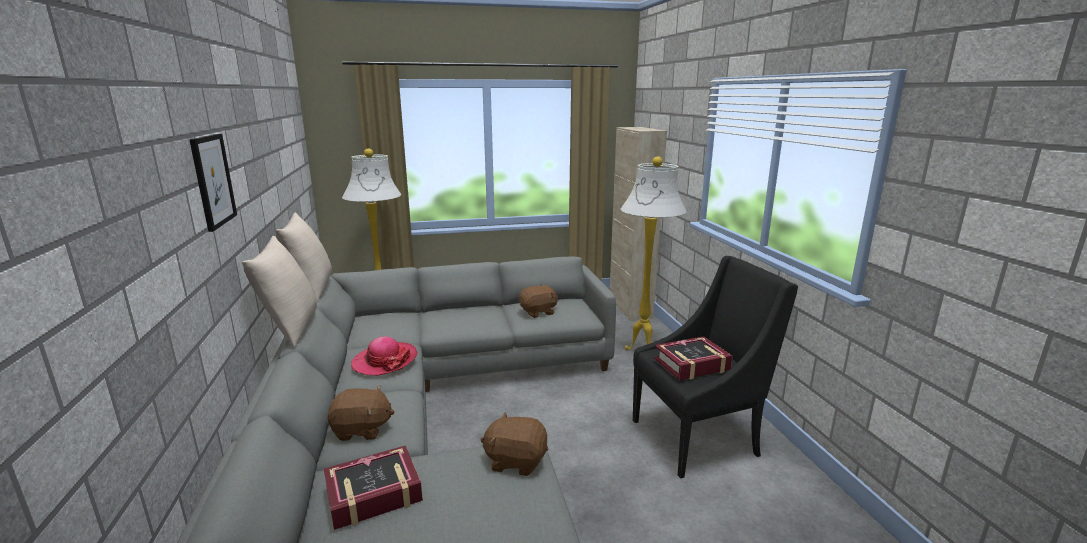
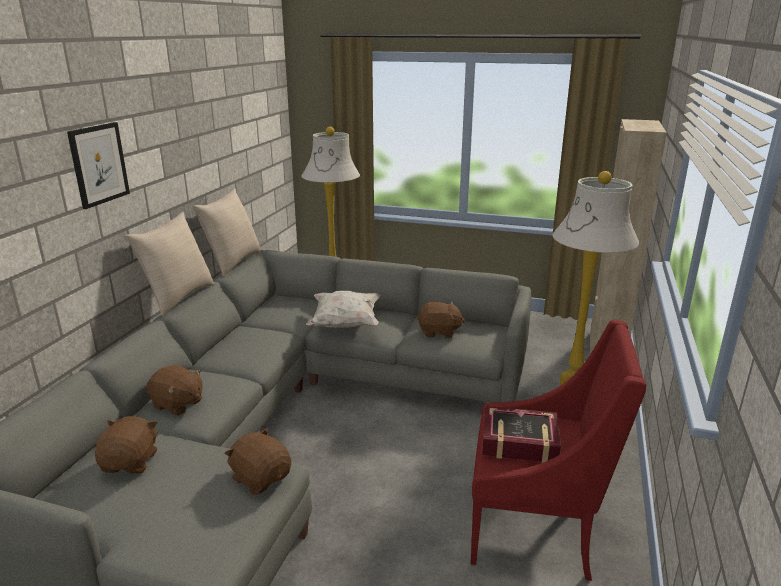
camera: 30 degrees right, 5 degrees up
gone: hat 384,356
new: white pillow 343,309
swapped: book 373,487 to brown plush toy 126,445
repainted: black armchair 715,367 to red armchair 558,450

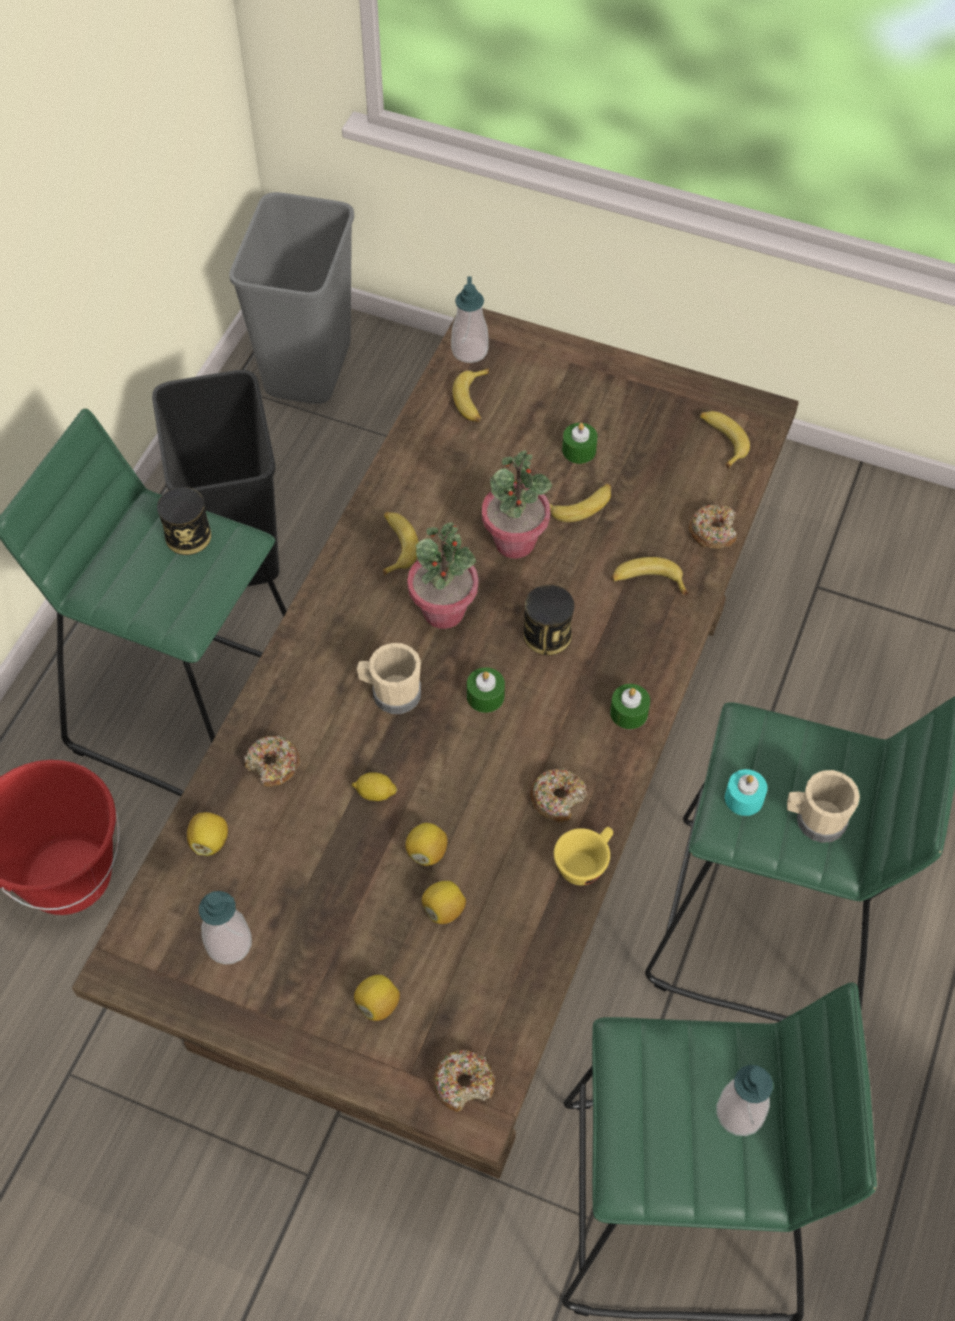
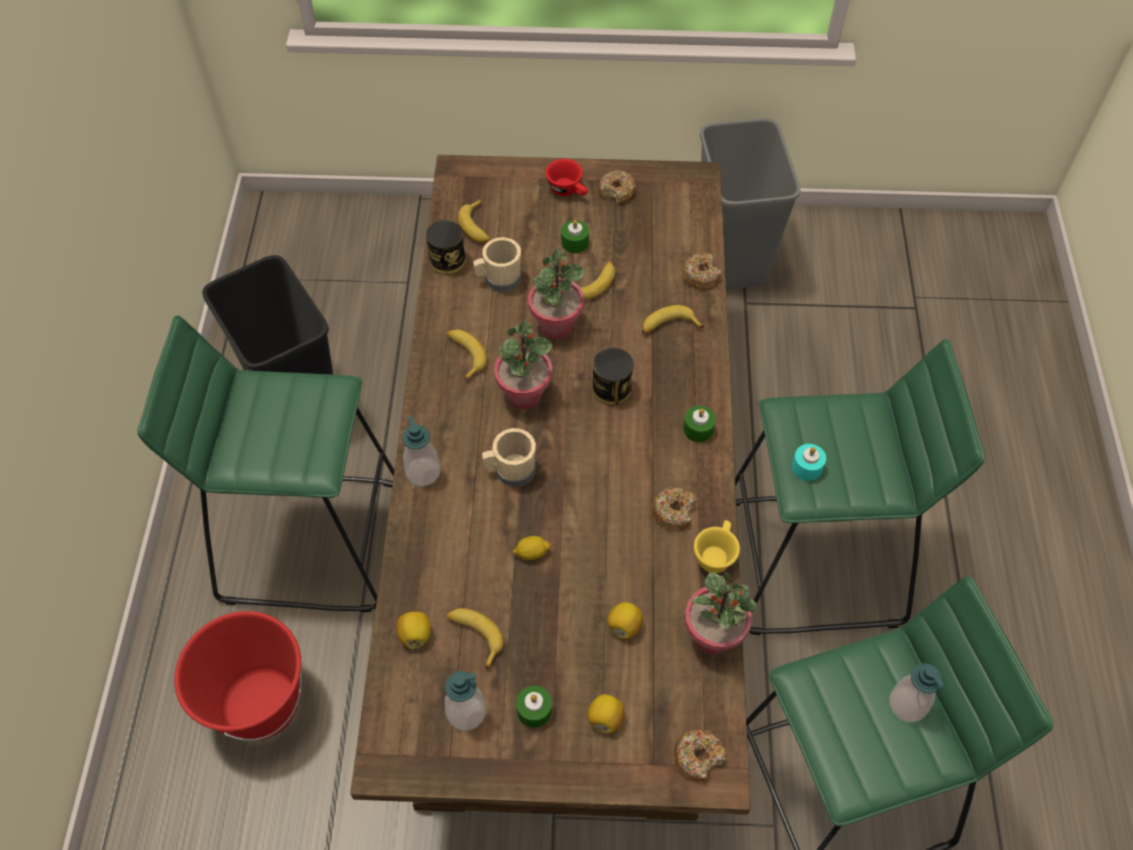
camera: 20 degrees left, 0 degrees up
gone: lemon 426,844
new: red cup 567,177; potted plant 720,613
shifted: can 184,521 to 446,247; grey trash can 291,298 to 750,204; donut 272,761 to 617,187; soap dispenser 470,319 to 421,451; green candle 486,690 to 534,707; banana 725,440 to 475,639; beige mug 823,806 to 497,264

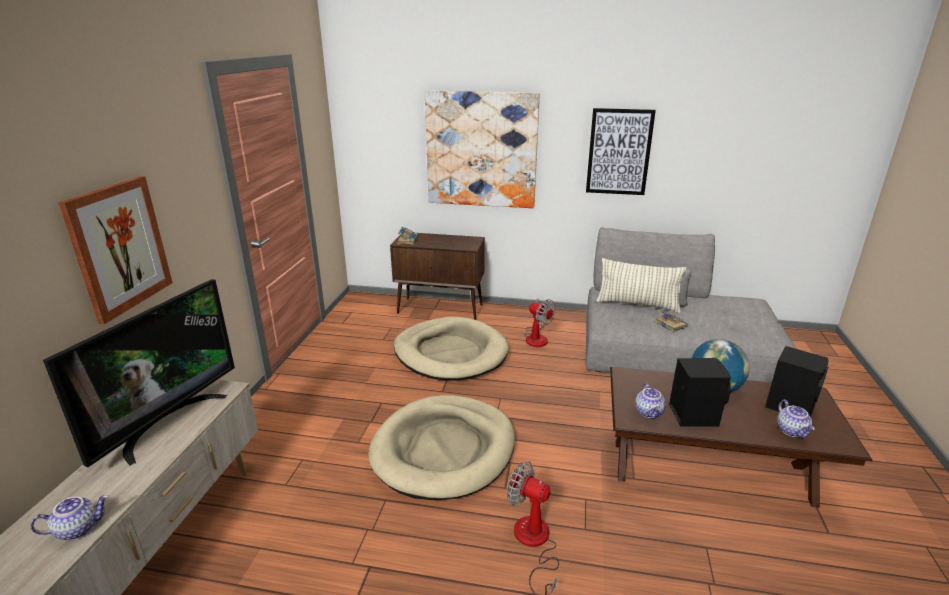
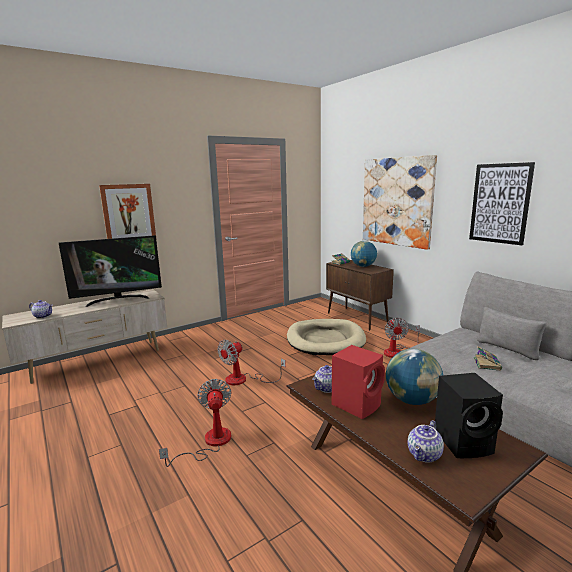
camera: 45 degrees right, 10 degrees down
gone: pillow 641,285
new: globe 364,254
swapped: beige dog bed 441,447 to fan 251,362
repainted: black speaker 700,392 to red speaker 358,382

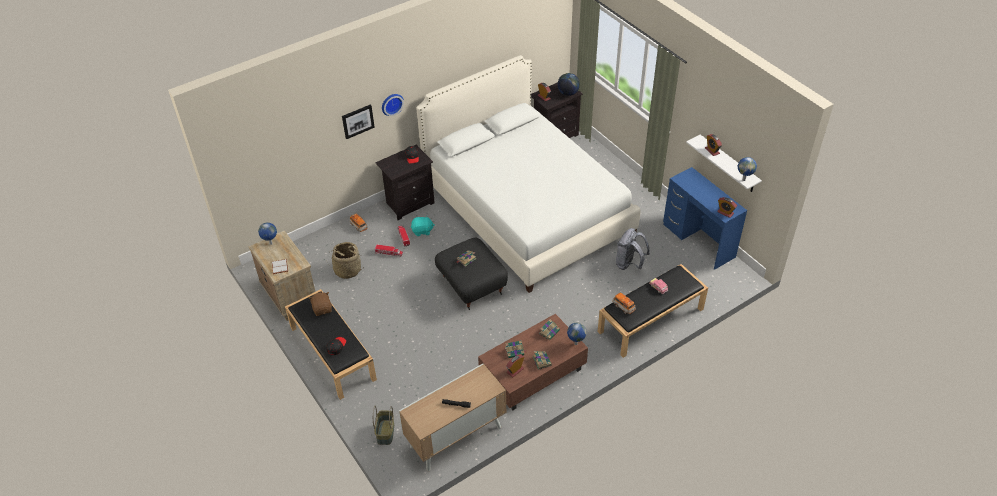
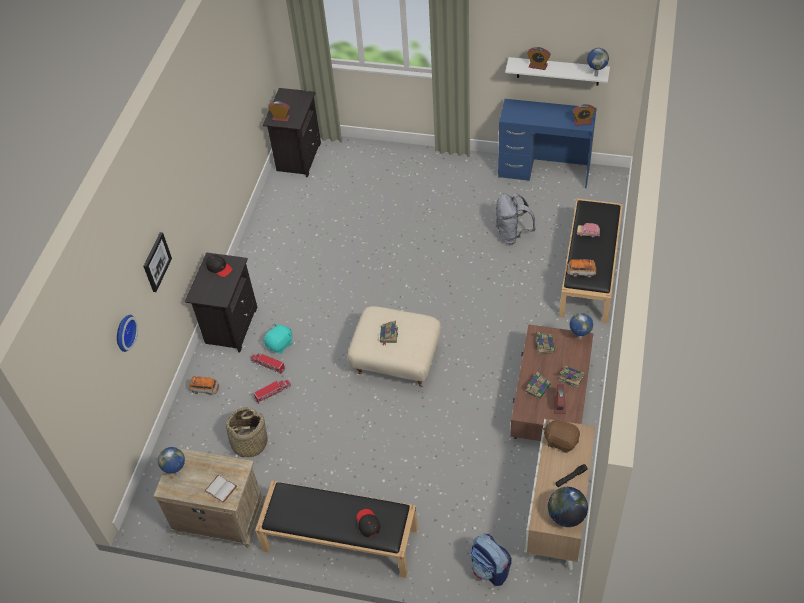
camera: 40 degrees left, 5 degrees up
gone: white bed 528,174
shifted: brown plush toy 320,304 to 561,434; wall clock 393,105 to 127,333; globe 569,84 to 568,507
swapped: basket 383,425 to backpack 491,559
repainted: black ottoman 471,274 to beige ottoman 394,346

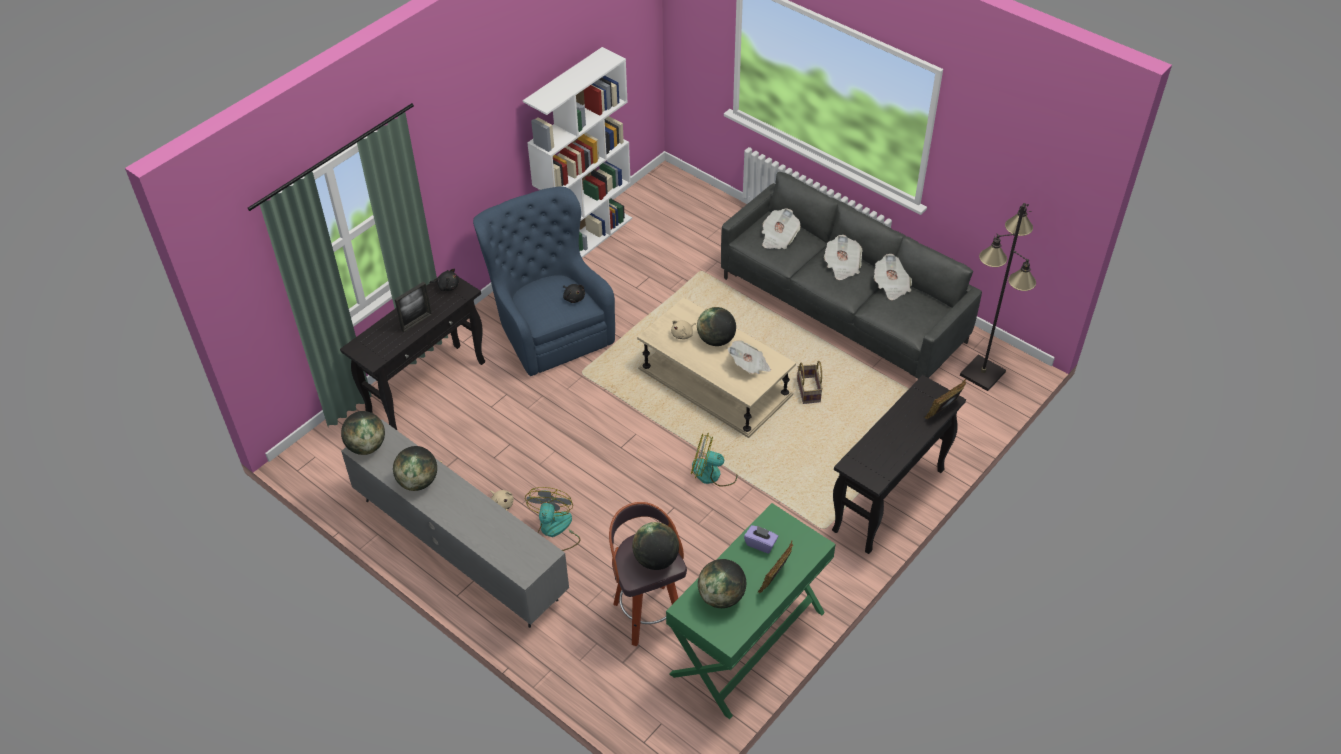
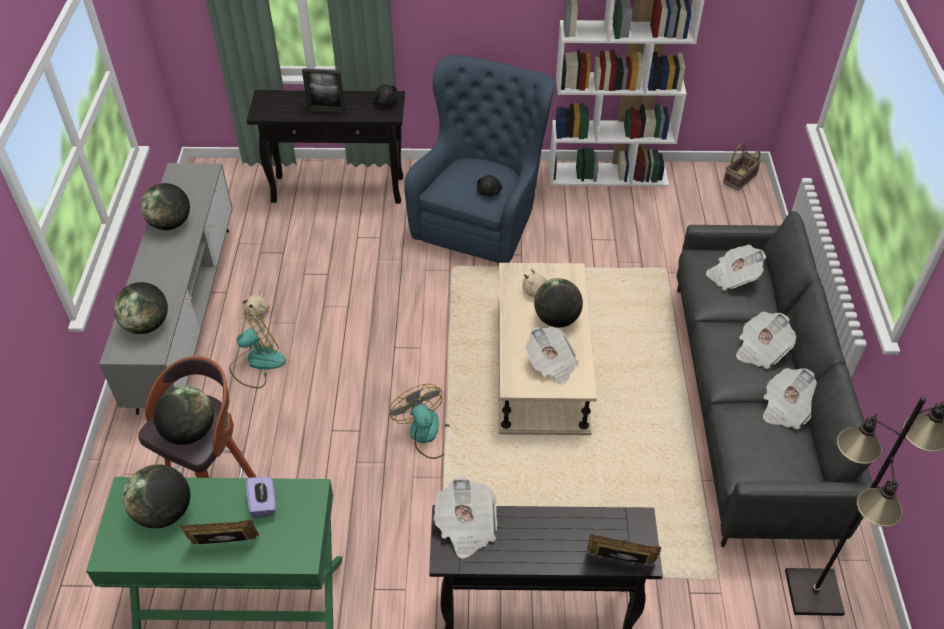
camera: 50 degrees right, 0 degrees up
new: newspaper 465,517
shifted: globe 363,433 to 141,308; basket 810,382 to 742,167

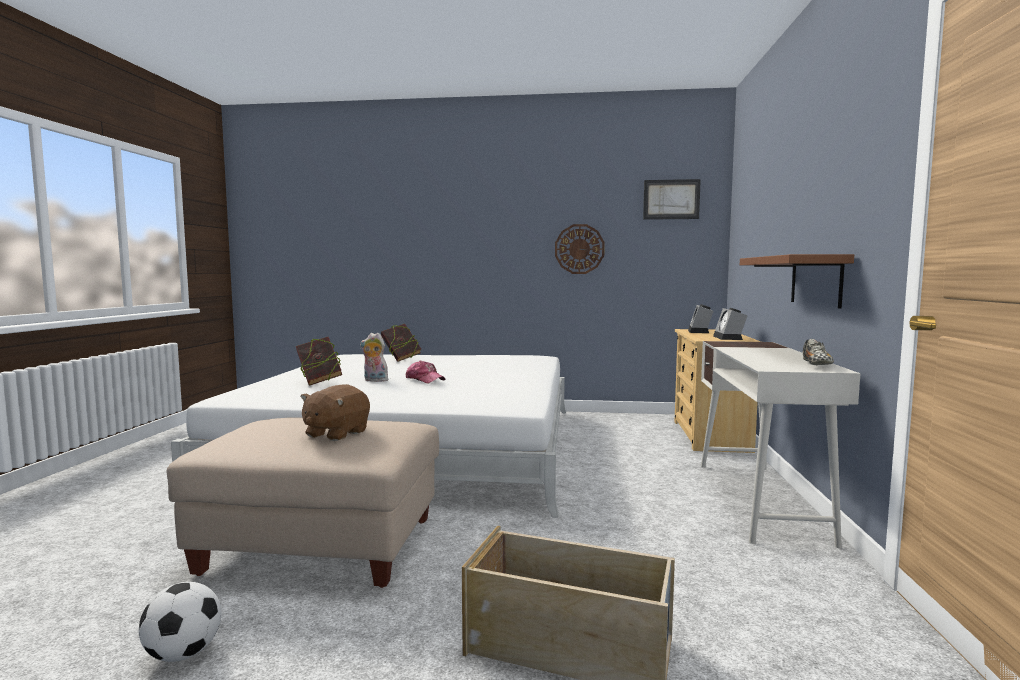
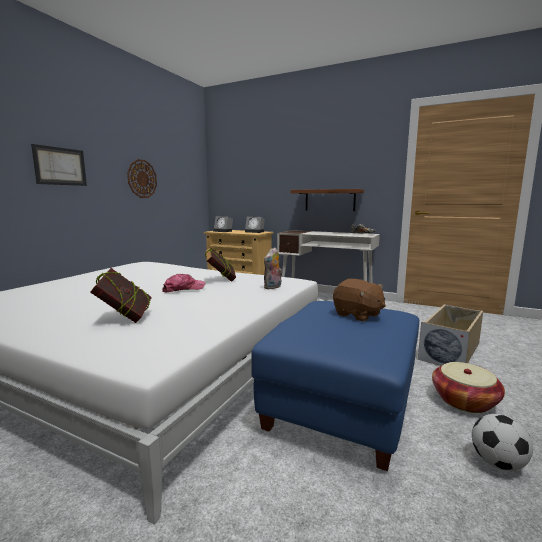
camera: 70 degrees left, 5 degrees up
new: basket 468,387
shifted: plush toy 374,357 to 273,268; book 401,343 to 220,264; picture 672,199 to 59,165
repainted: beige ottoman 302,502 to blue ottoman 335,386

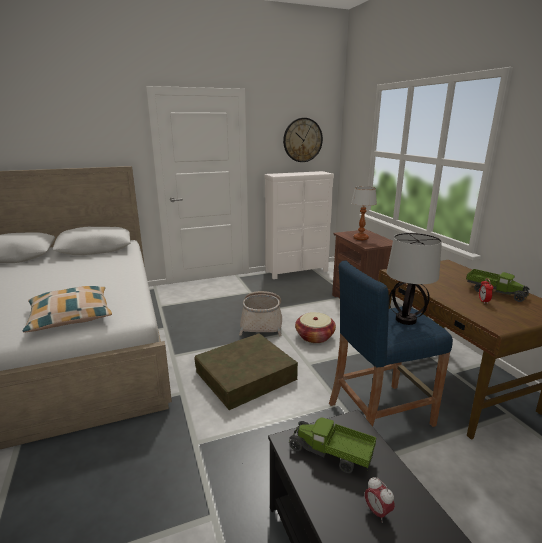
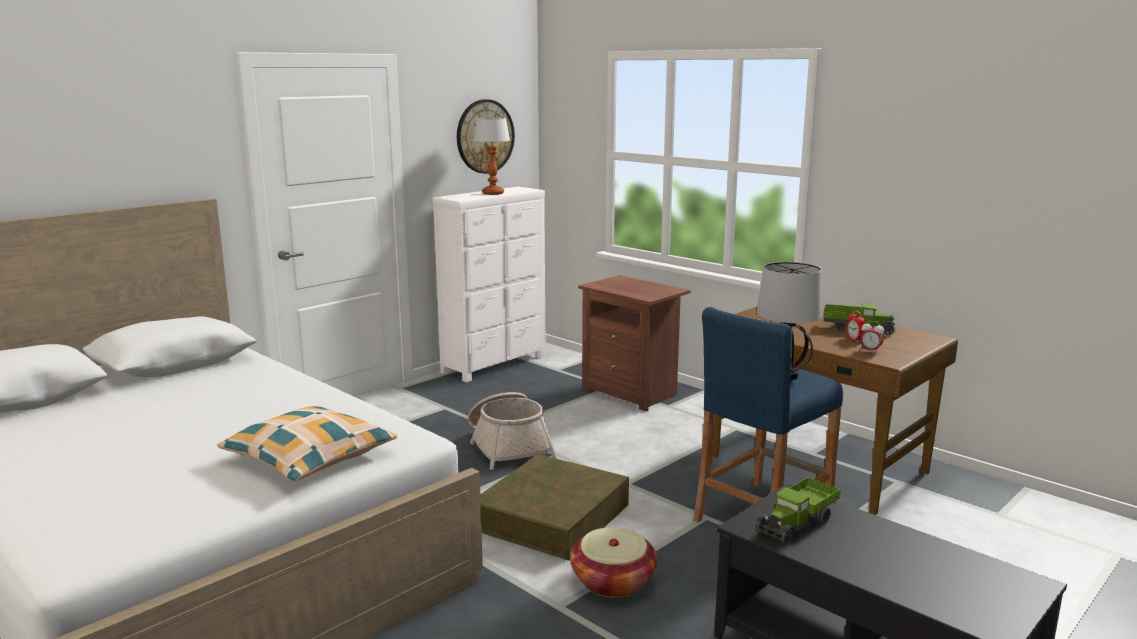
camera: 25 degrees left, 5 degrees down
shifted: basket 315,327 to 613,563; table lamp 364,213 to 492,156; alarm clock 380,500 to 872,337
rotated: toy truck 332,445 = 798,511 45 degrees counterclockwise

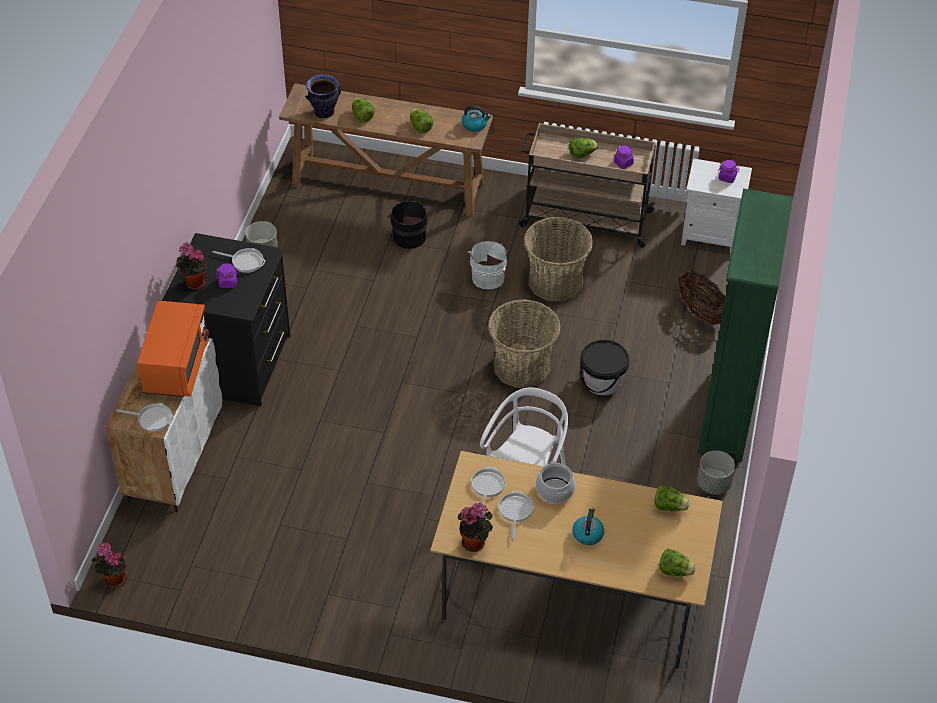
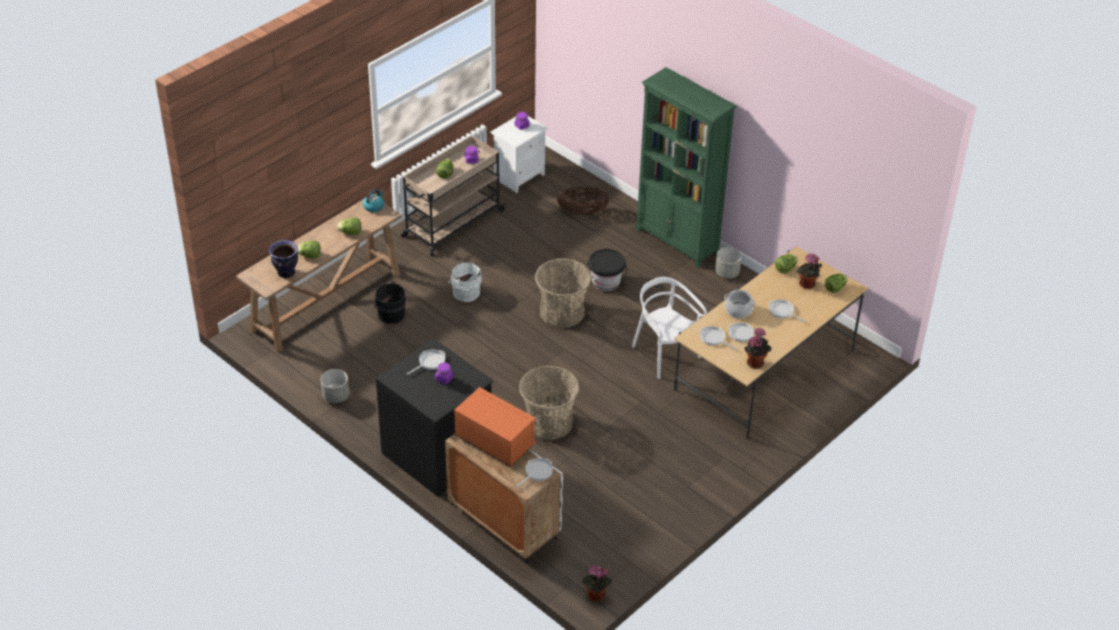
camera: 60 degrees left, 5 degrees down
shifted: potted plant 191,266 to 809,271; basket 558,259 to 549,403
swapped: kettle 588,526 to frying pan 787,311

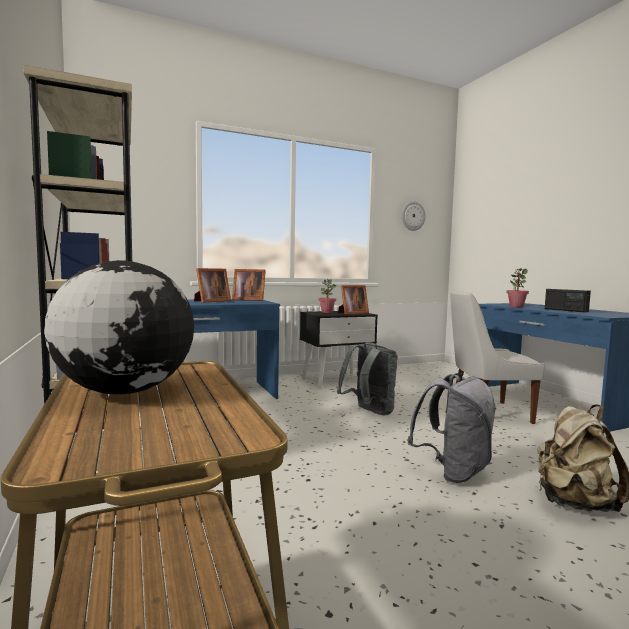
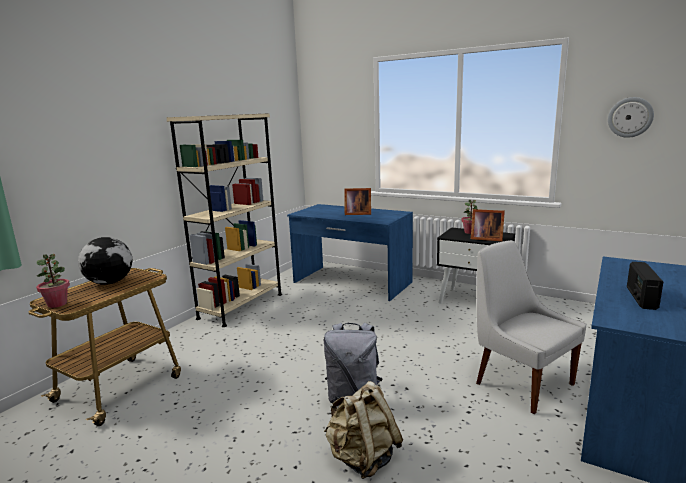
camera: 55 degrees right, 10 degrees up
gone: picture frame 249,285; grey backpack 367,378
shifted: potted plant 518,287 to 53,281

